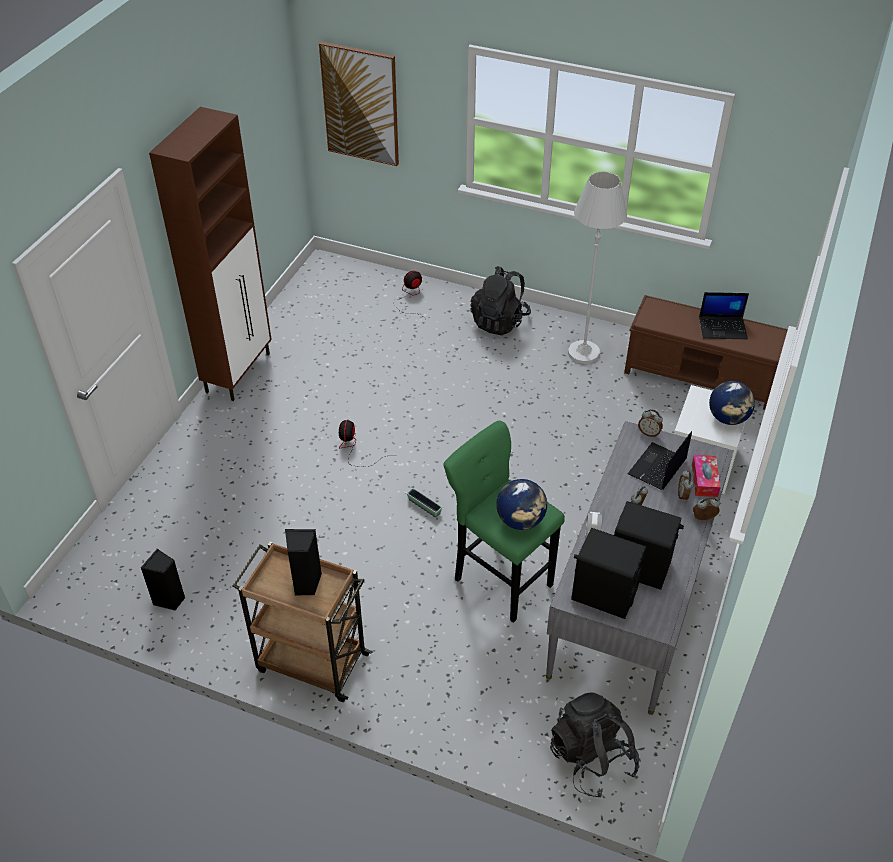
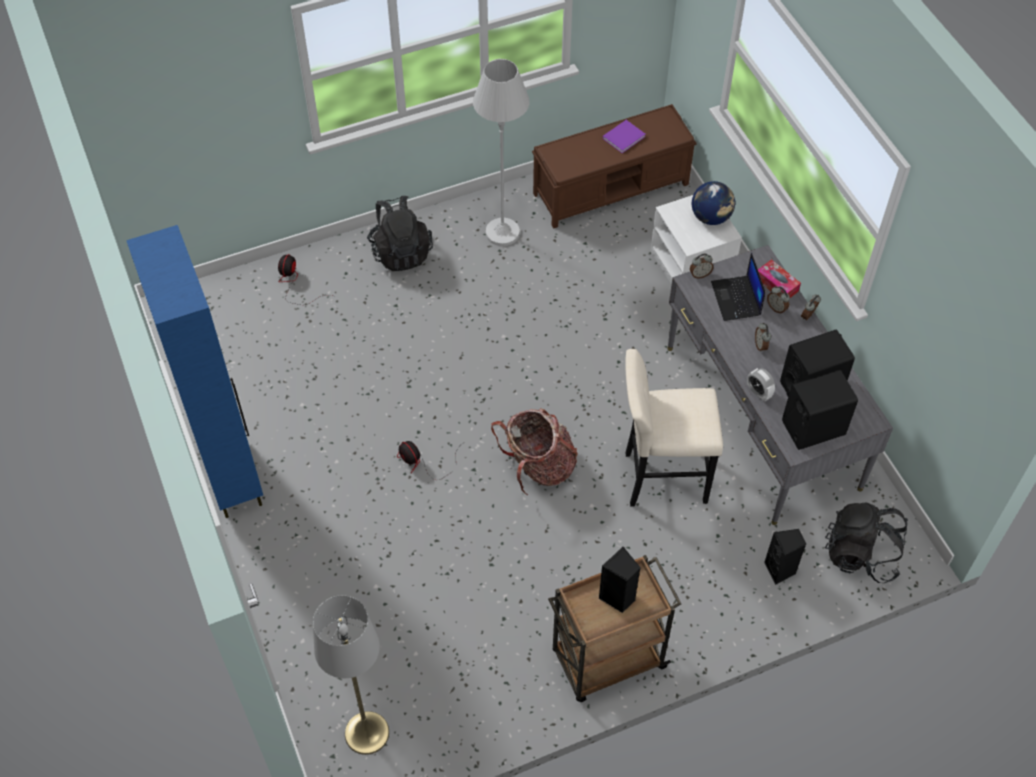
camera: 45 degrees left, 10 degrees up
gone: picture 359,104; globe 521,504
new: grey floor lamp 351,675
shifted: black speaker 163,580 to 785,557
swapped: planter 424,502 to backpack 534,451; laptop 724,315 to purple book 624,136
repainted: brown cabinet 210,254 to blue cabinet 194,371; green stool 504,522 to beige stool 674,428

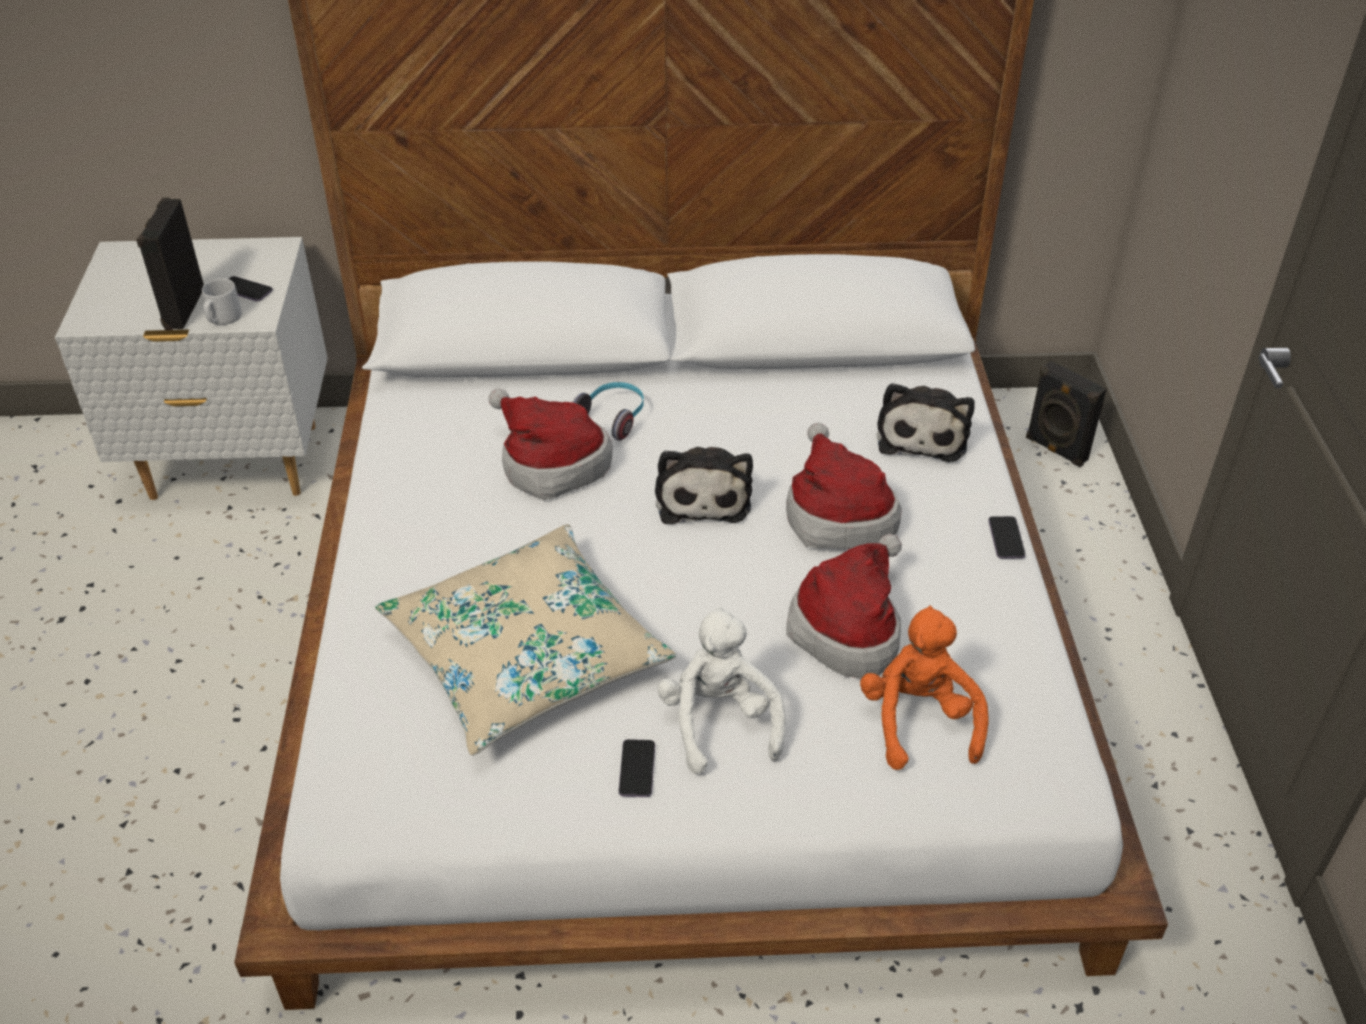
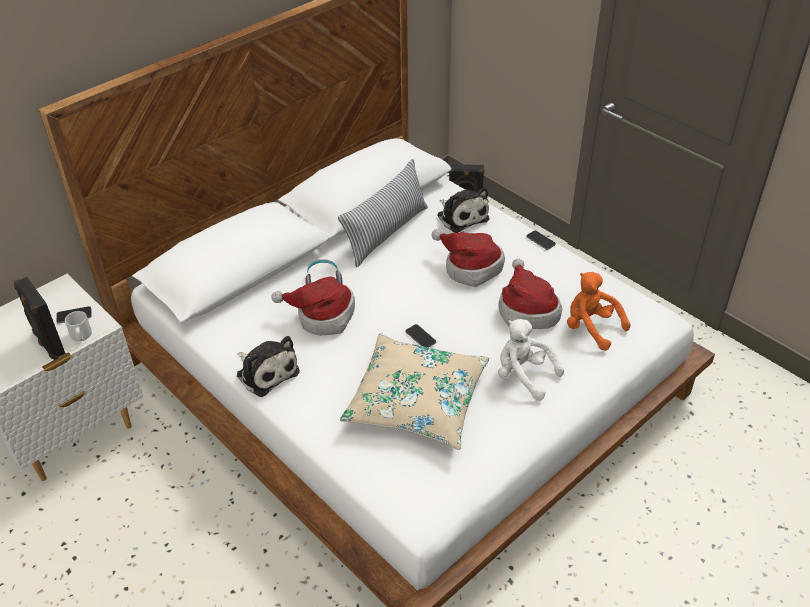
camera: 40 degrees left, 0 degrees up
new: pillow 383,213
shifted: phone 637,768 to 420,336; plush toy 704,485 to 268,366

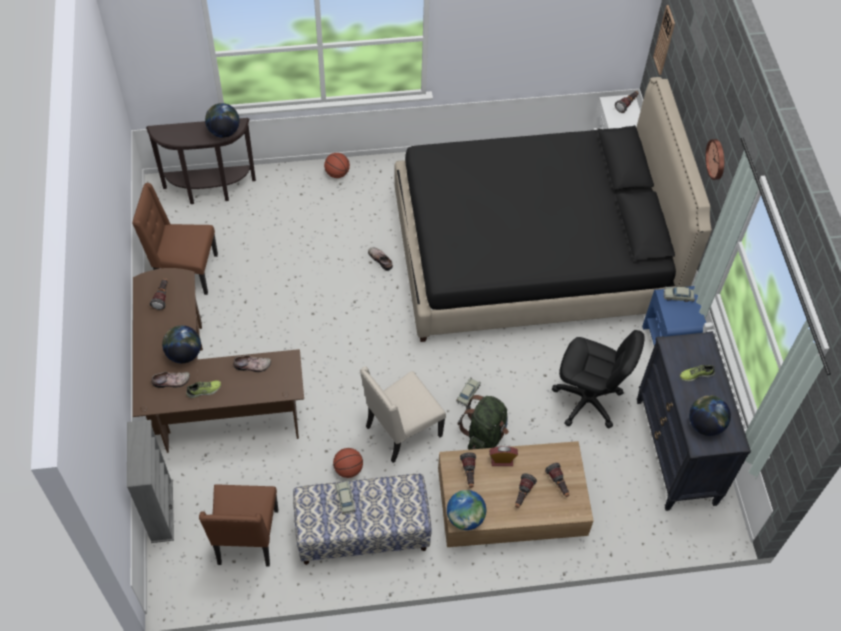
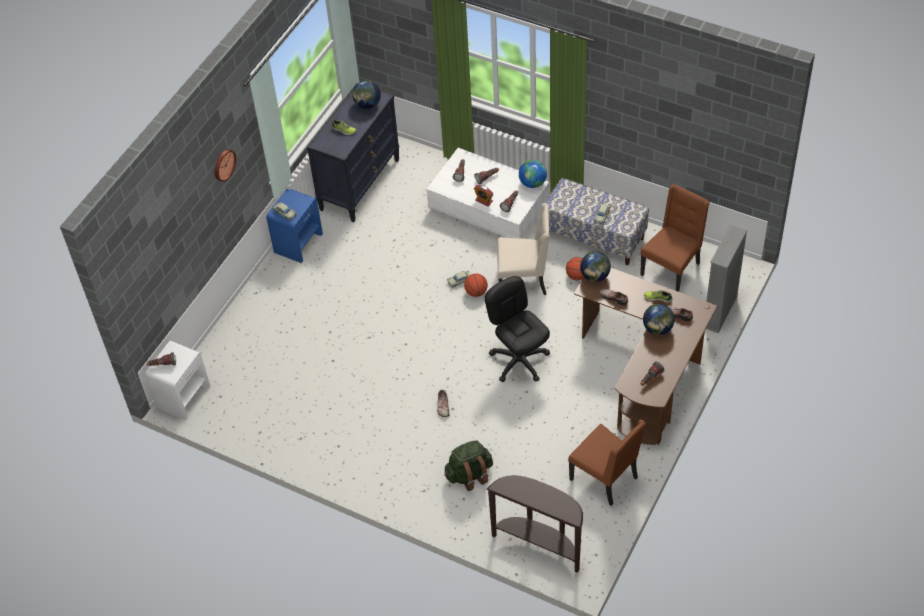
camera: 140 degrees left, 5 degrees down
gone: black bed 553,209; wall clock 664,40
shifted: globe 222,120 to 595,266; basketball 337,165 to 476,285; green backpack 483,422 to 468,466; black office chair 598,379 to 517,329
repainted: brown coffee table 515,494 to white coffee table 488,193

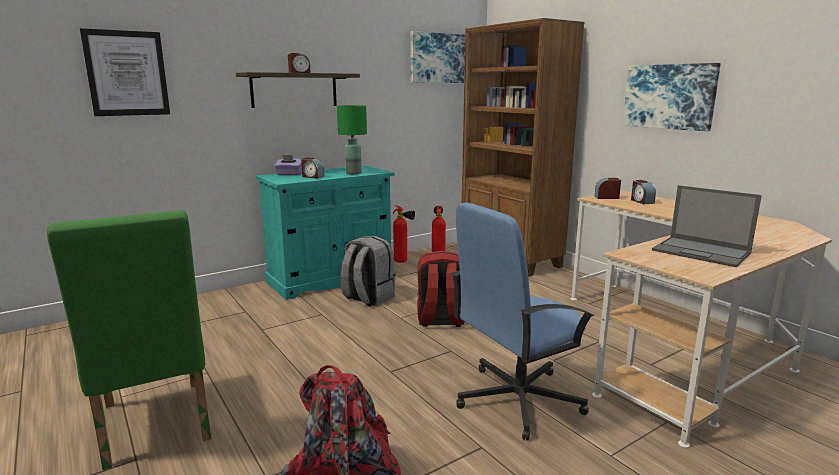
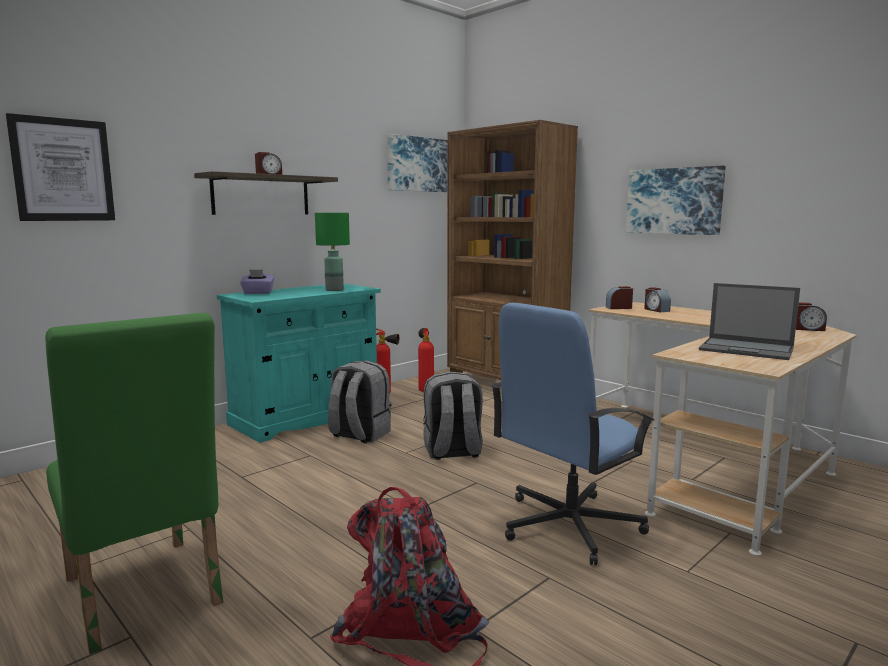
camera: 10 degrees left, 5 degrees down
shifted: alarm clock 313,168 to 811,316
repainted: red backpack 441,289 to grey backpack 453,415

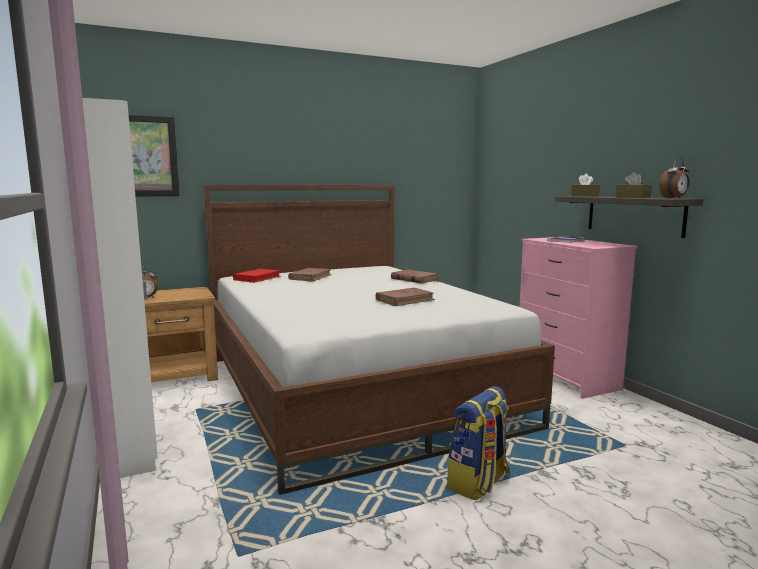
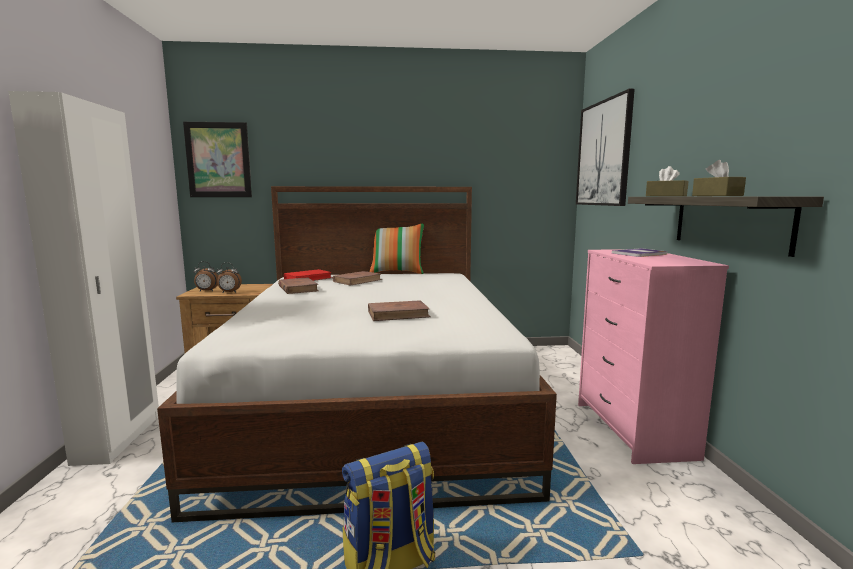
camera: 20 degrees right, 0 degrees up
new: pillow 397,249; picture 605,147
shifted: brown book 415,277 to 298,286; alarm clock 674,178 to 229,278

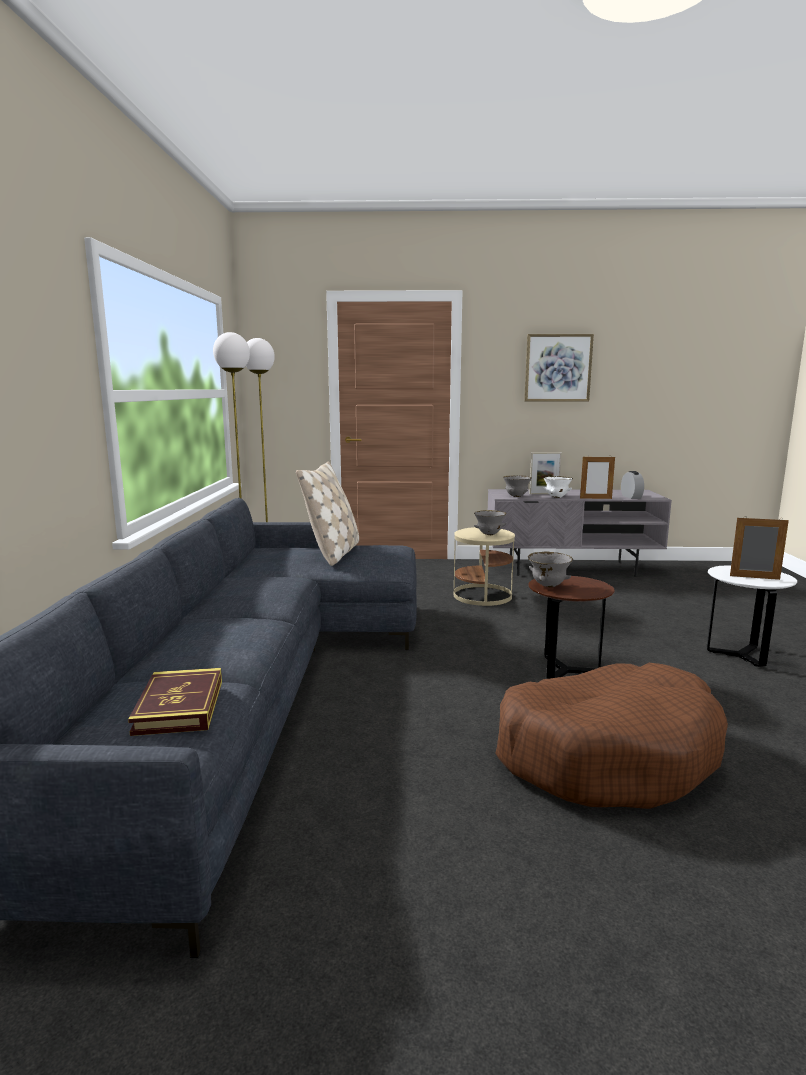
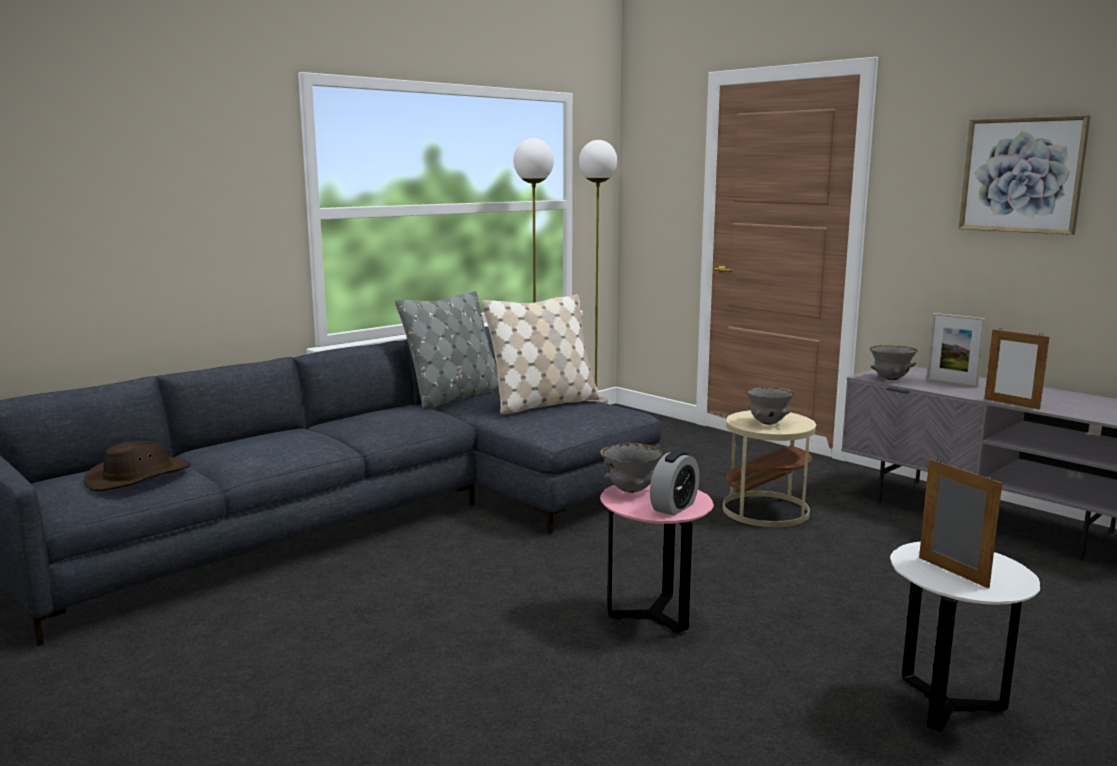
camera: 45 degrees right, 0 degrees up
gone: brown dog bed 611,736; white bowl 558,487
new: grey pillow 447,350
shifted: alarm clock 632,485 to 674,483
swapped: book 175,702 to brown hat 137,466
repainted: brown side table 571,627 to pink side table 657,559

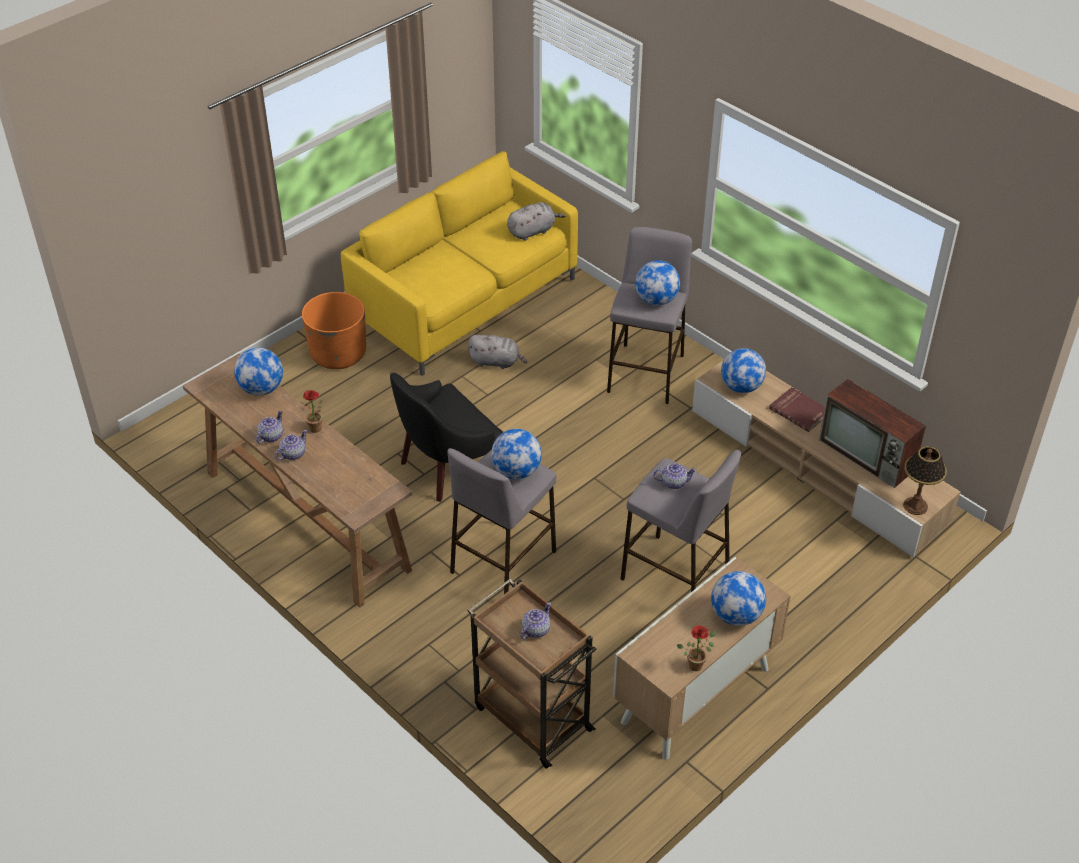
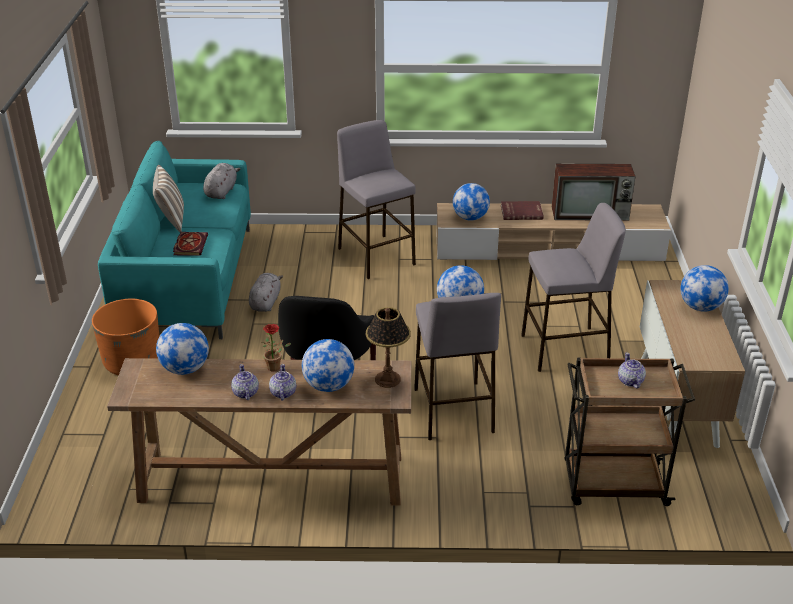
camera: 45 degrees left, 10 degrees down
gone: teapot 675,476; potted plant 696,648
new: pillow 168,198; book 190,244
shifted: globe 657,283 to 328,365; table lamp 925,480 to 388,347
repainted: yellow sofa 459,263 to turquoise sofa 174,240
rotated: grey plush toy 497,352 = 266,292 45 degrees counterclockwise

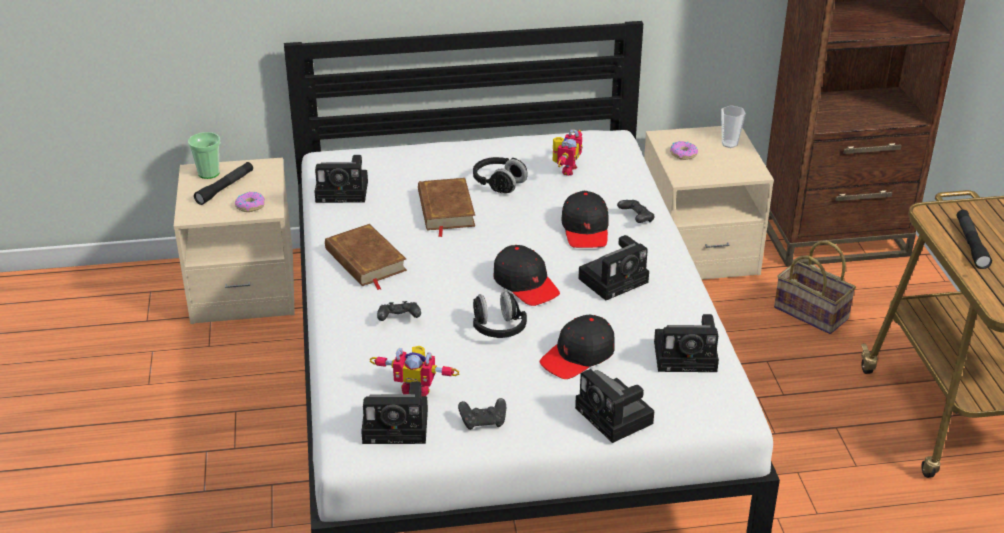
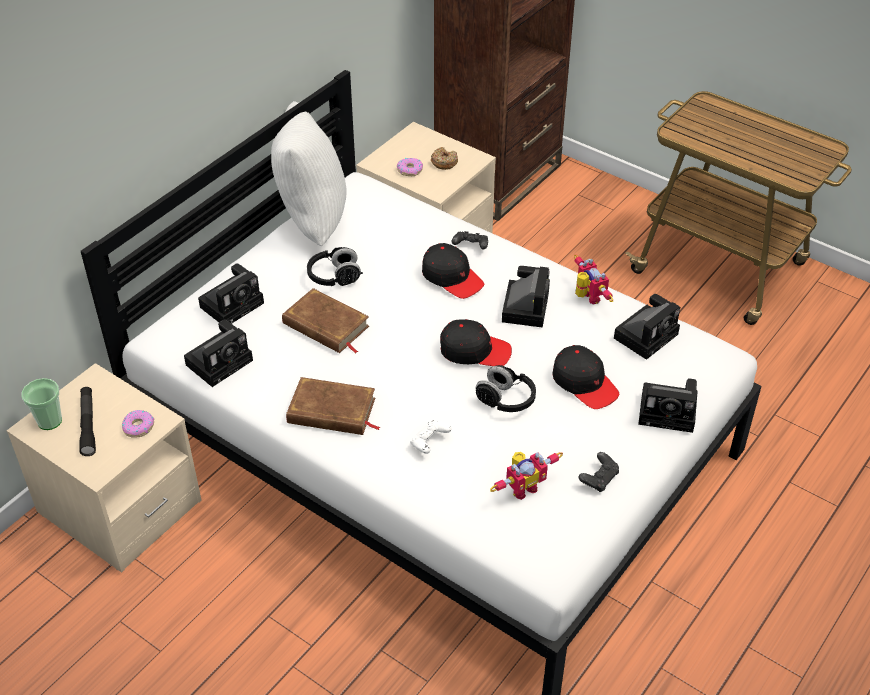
camera: 45 degrees left, 10 degrees up
gone: cup 733,126; basket 815,287; black flashlight 974,239
new: white pillow 308,173; donut 444,158
shifted: photo camera 394,413 to 231,293; toy robot 567,153 to 593,280
repainted: black game controller 399,311 to white game controller 431,437
rotated: black cap 577,347 = 585,377 45 degrees counterclockwise

